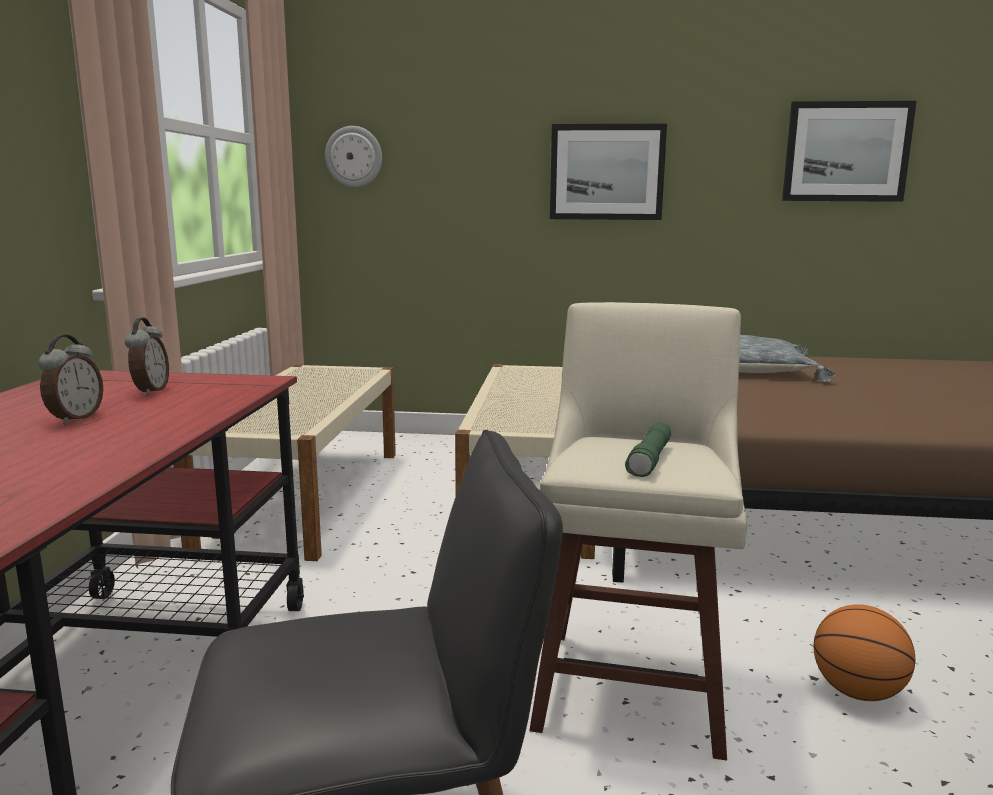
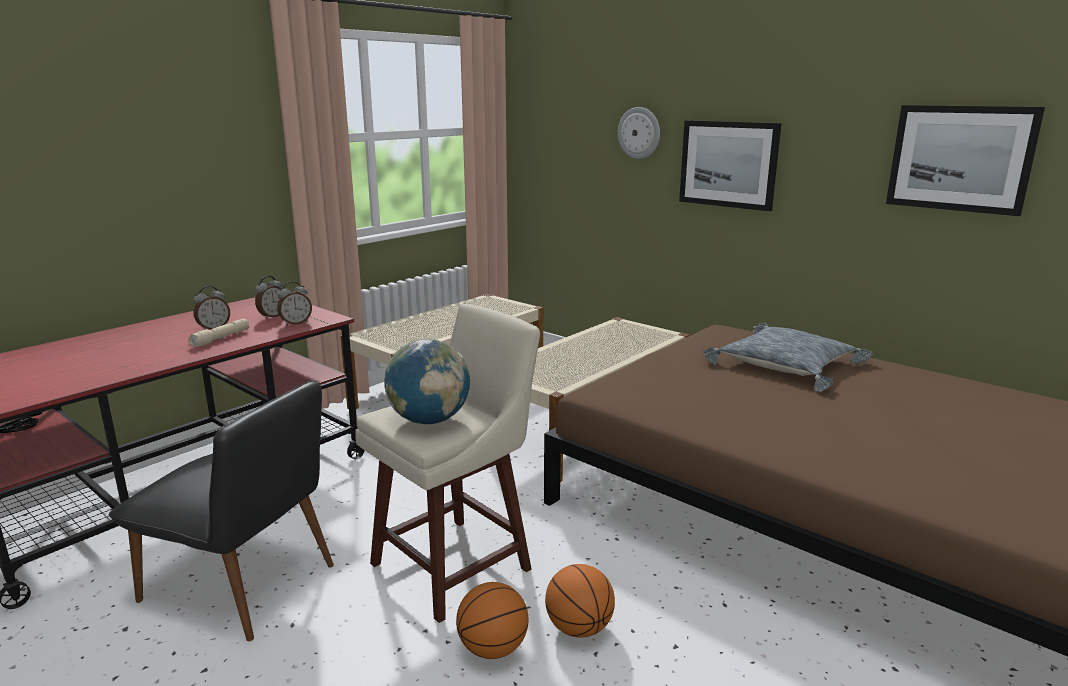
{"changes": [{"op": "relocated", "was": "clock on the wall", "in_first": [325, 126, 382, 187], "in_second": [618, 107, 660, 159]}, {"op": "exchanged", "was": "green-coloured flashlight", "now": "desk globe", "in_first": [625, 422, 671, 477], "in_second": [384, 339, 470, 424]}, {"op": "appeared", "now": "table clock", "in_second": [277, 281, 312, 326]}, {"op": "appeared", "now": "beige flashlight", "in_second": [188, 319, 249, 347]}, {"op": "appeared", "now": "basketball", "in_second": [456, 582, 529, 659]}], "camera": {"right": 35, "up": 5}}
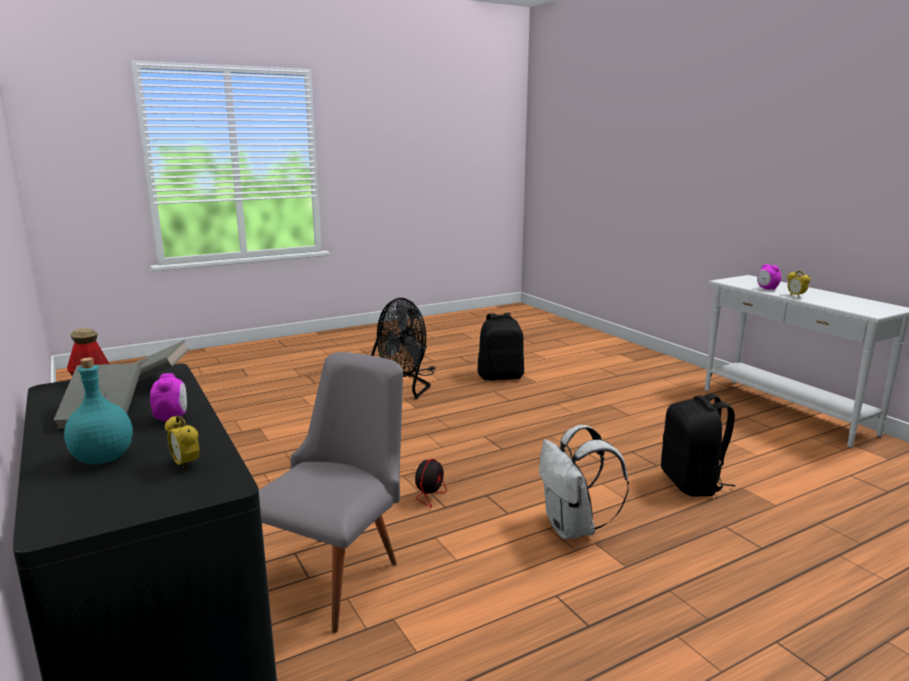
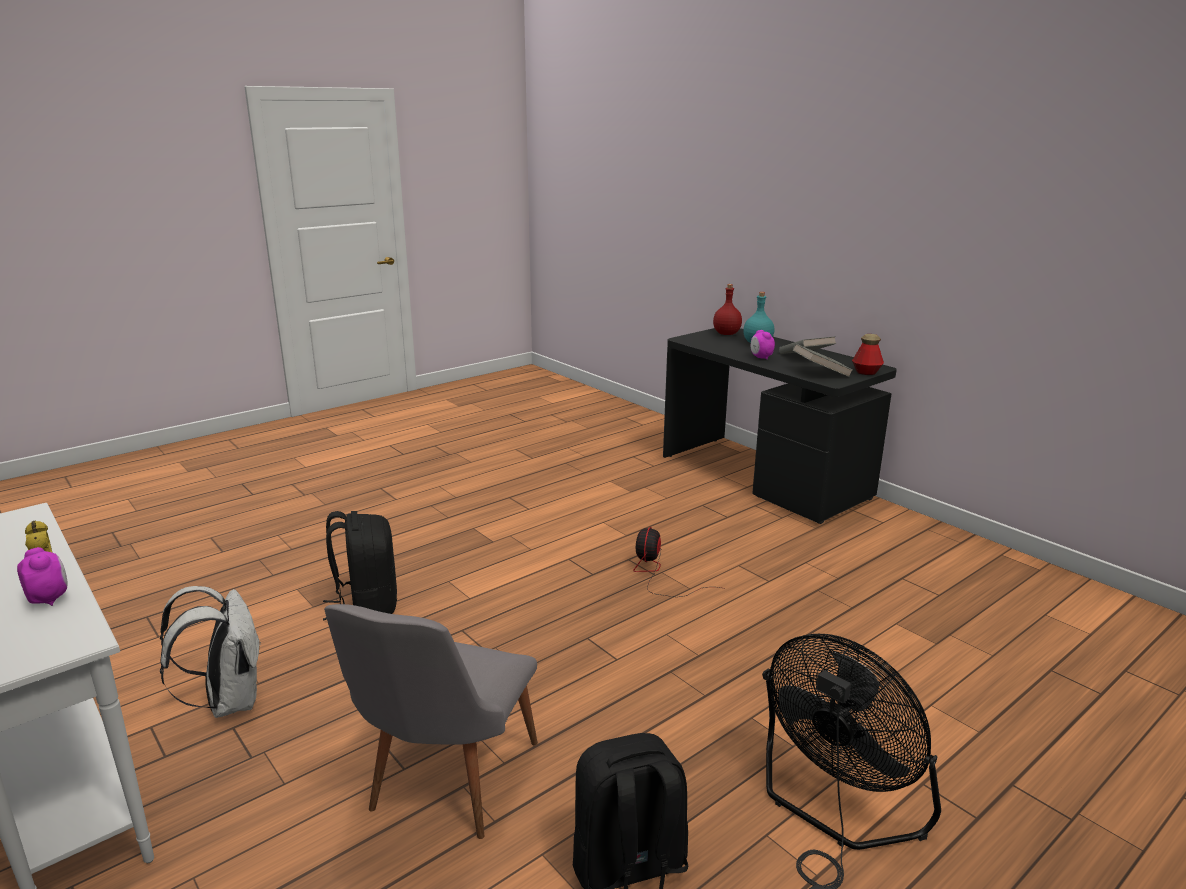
{"changes": [{"op": "relocated", "was": "gray plain chair", "in_first": [259, 352, 403, 633], "in_second": [324, 604, 538, 839]}, {"op": "missing", "was": "table clock", "in_first": [165, 415, 200, 470]}, {"op": "relocated", "was": "white-coloured rucksack", "in_first": [539, 425, 629, 539], "in_second": [160, 586, 261, 718]}, {"op": "appeared", "now": "red-coloured beverage bottle", "in_second": [713, 284, 742, 335]}], "camera": {"right": 170, "up": 5}}
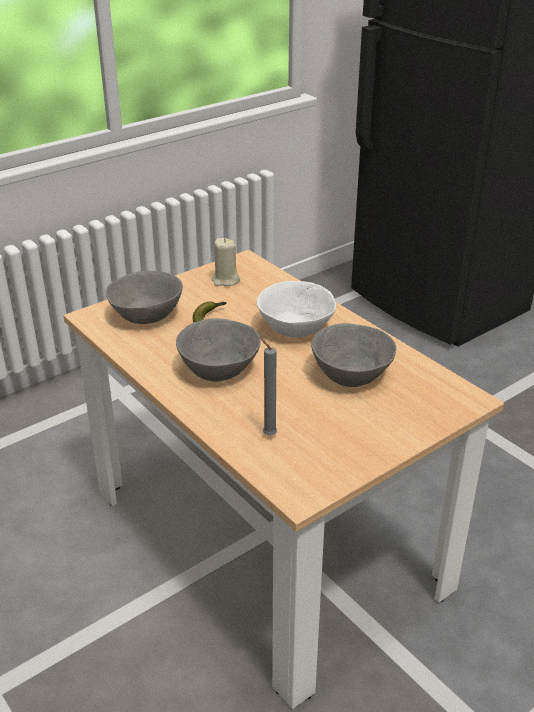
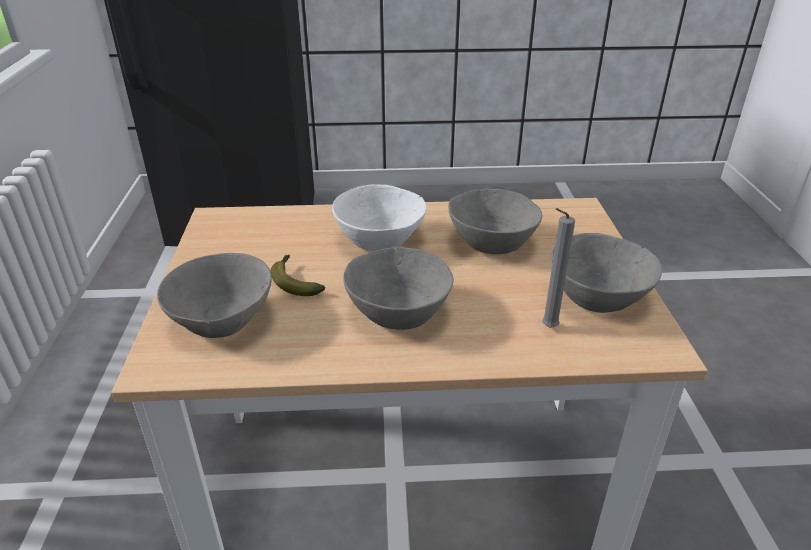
{"changes": [{"op": "missing", "was": "beige wax candle", "in_first": [212, 238, 240, 286]}, {"op": "appeared", "now": "gray bowl", "in_second": [551, 233, 663, 313]}], "camera": {"right": -55, "up": 0}}
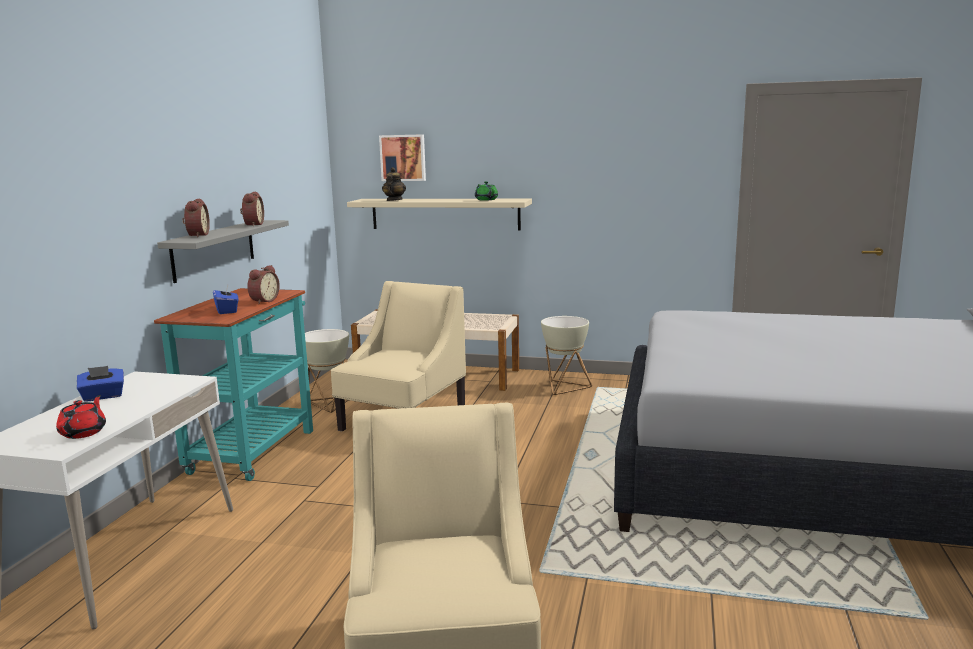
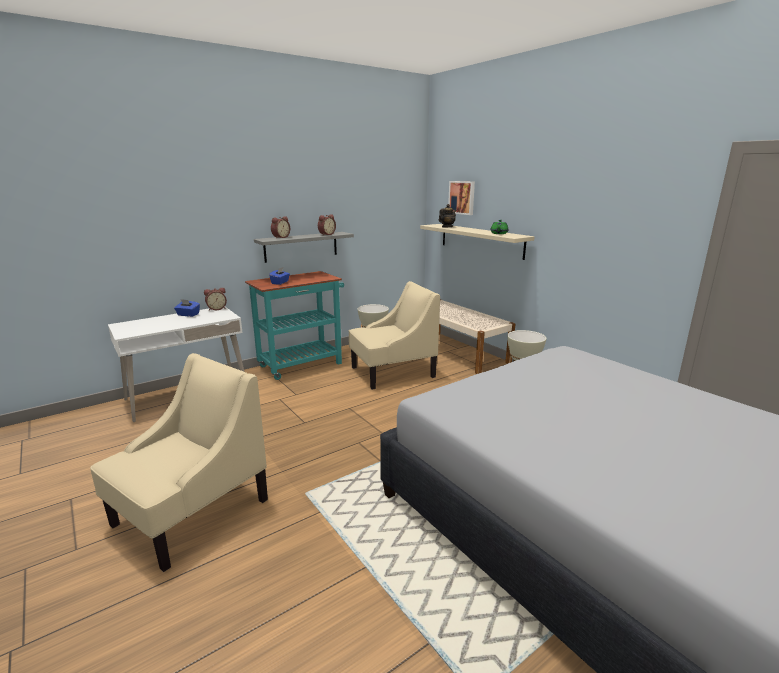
{"changes": [{"op": "relocated", "was": "table clock", "in_first": [247, 265, 280, 304], "in_second": [204, 288, 227, 310]}, {"op": "missing", "was": "red-coloured tea pot", "in_first": [56, 395, 106, 439]}], "camera": {"right": 40, "up": 5}}
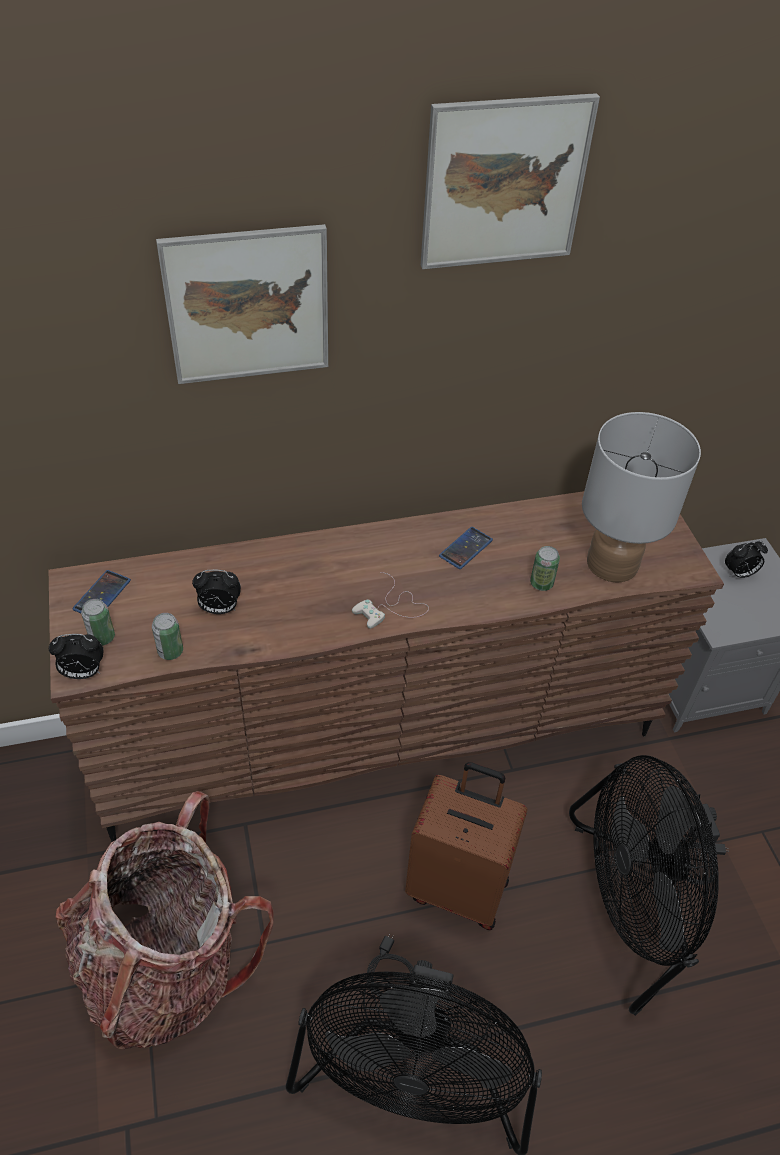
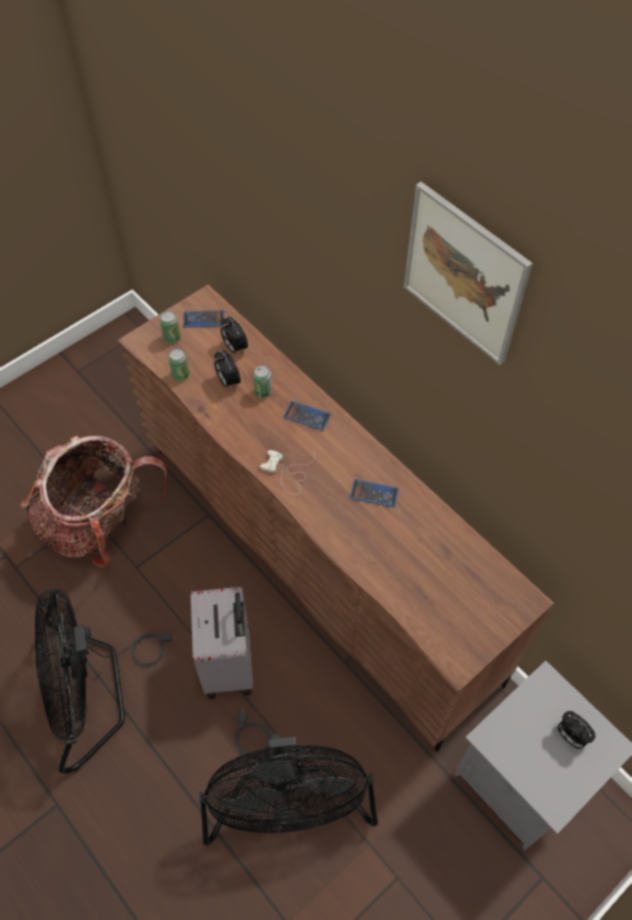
{"changes": [{"op": "missing", "was": "wall art", "in_first": [156, 224, 328, 384]}, {"op": "missing", "was": "gray tabletop lamp", "in_first": [582, 412, 701, 582]}, {"op": "relocated", "was": "metal can", "in_first": [530, 546, 560, 591], "in_second": [253, 365, 272, 398]}, {"op": "relocated", "was": "table clock", "in_first": [49, 634, 104, 679], "in_second": [221, 317, 248, 355]}, {"op": "spun", "was": "black-coloured cooling fan", "in_first": [569, 755, 729, 1016], "in_second": [199, 710, 378, 846], "clockwise": -150}, {"op": "colour", "was": "brown-coloured travel case", "now": "gray travel case", "in_first": [405, 762, 528, 930], "in_second": [191, 587, 253, 699]}, {"op": "appeared", "now": "telephone", "in_second": [283, 401, 331, 431]}], "camera": {"right": 65, "up": 10}}
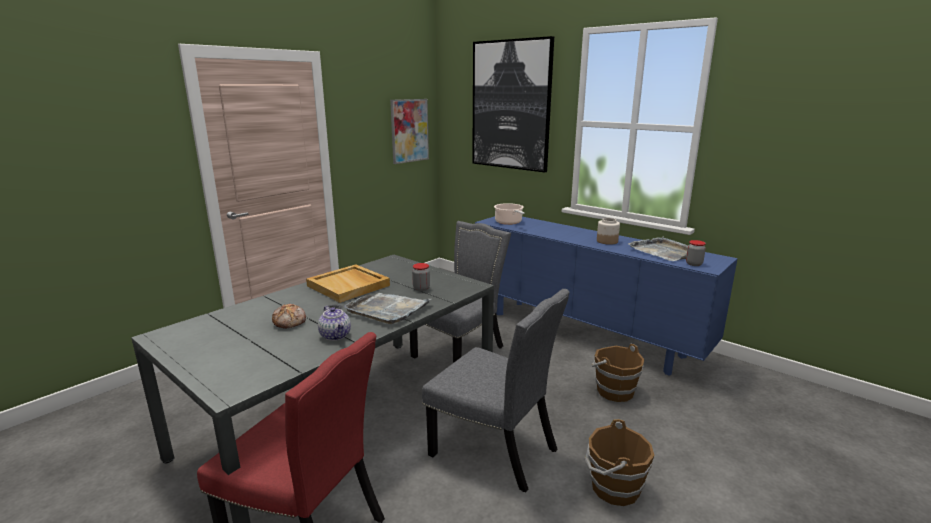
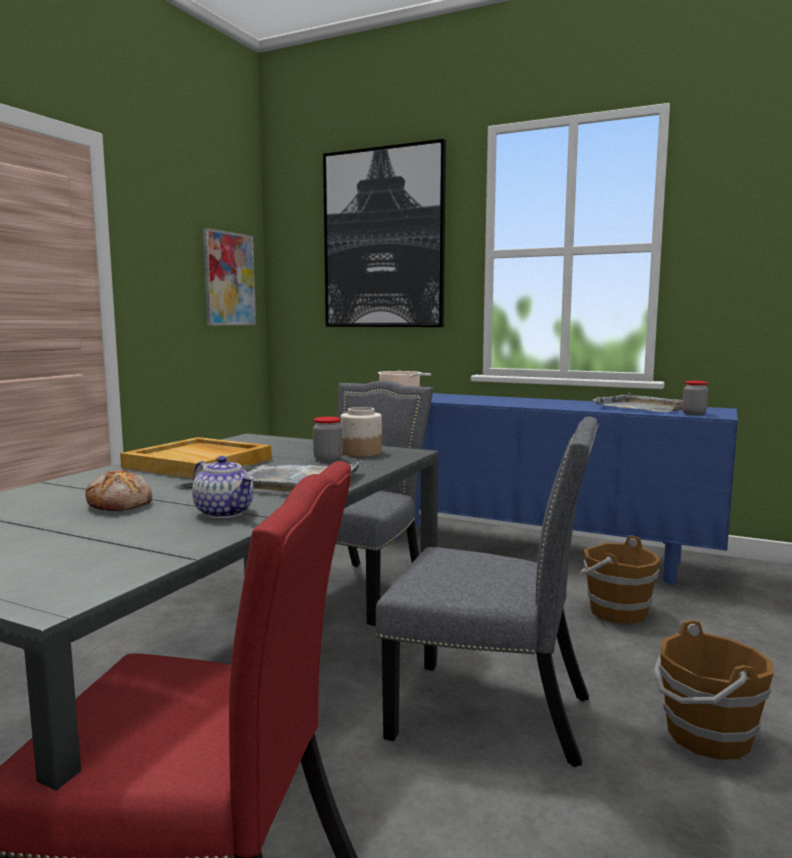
{"changes": [{"op": "relocated", "was": "preserve jar", "in_first": [597, 218, 620, 245], "in_second": [341, 407, 382, 457]}], "camera": {"right": -15, "up": -10}}
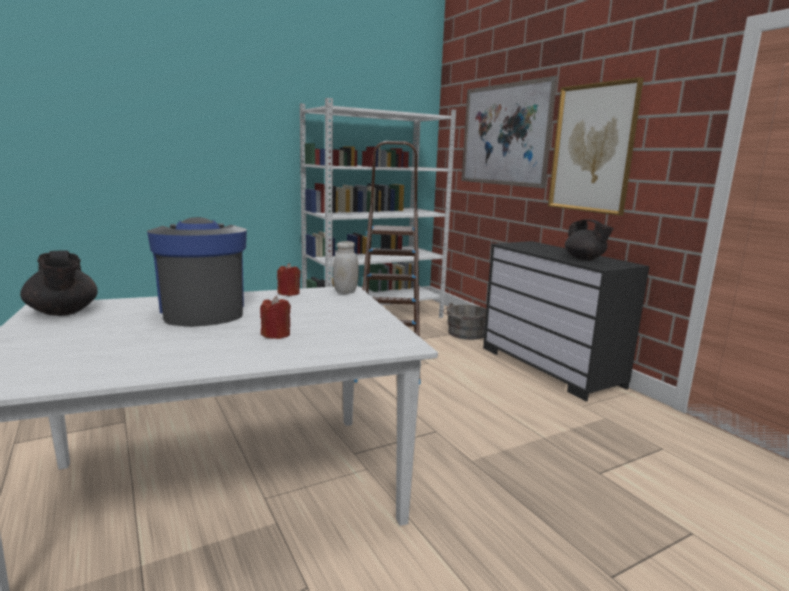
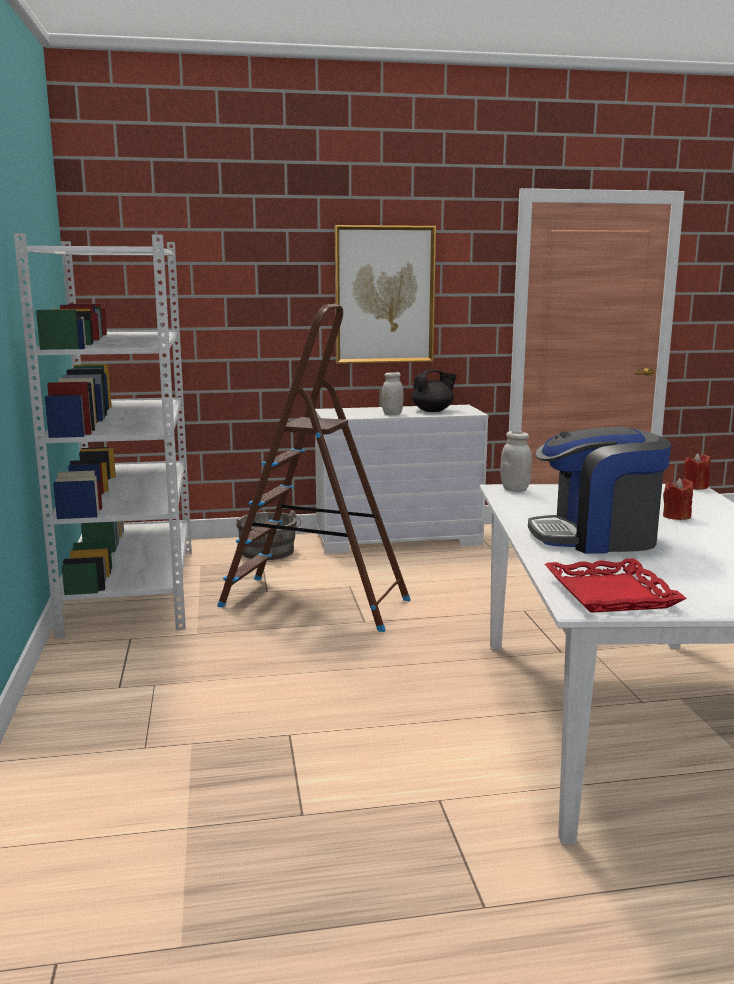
{"changes": [{"op": "missing", "was": "wall art", "in_first": [462, 76, 557, 188]}, {"op": "colour", "was": "black-coloured chest of drawers", "now": "white-coloured chest of drawers", "in_first": [483, 241, 649, 401], "in_second": [315, 405, 489, 554]}, {"op": "exchanged", "was": "black-coloured tea pot", "now": "red-coloured serving tray", "in_first": [20, 251, 98, 316], "in_second": [545, 558, 687, 613]}, {"op": "relocated", "was": "red-coloured wax candle", "in_first": [277, 263, 301, 296], "in_second": [683, 453, 710, 490]}, {"op": "appeared", "now": "white-coloured preserve jar", "in_second": [381, 372, 404, 415]}], "camera": {"right": -70, "up": 0}}
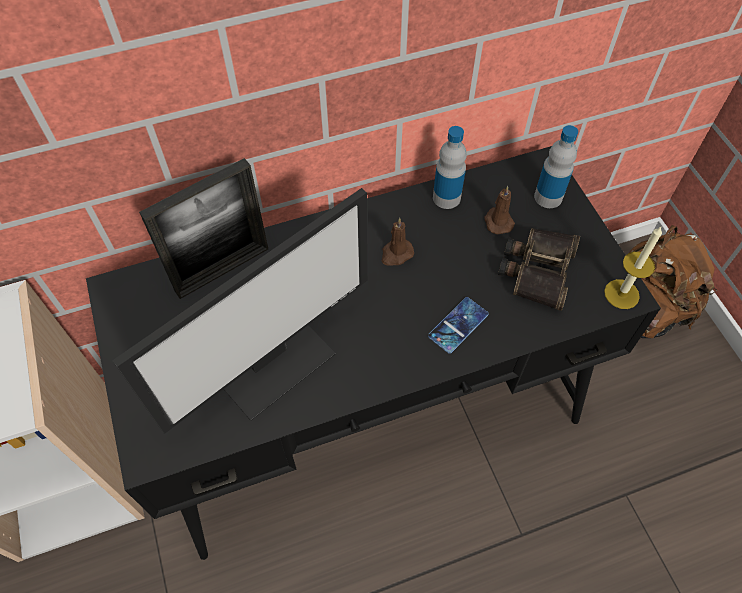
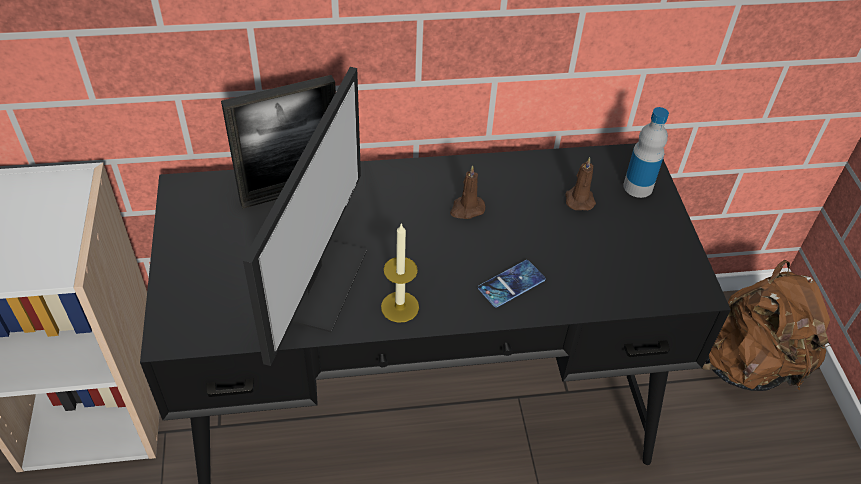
{"changes": [{"op": "missing", "was": "beverage bottle", "in_first": [433, 126, 467, 209]}, {"op": "spun", "was": "computer screen", "in_first": [112, 188, 368, 434], "in_second": [243, 67, 367, 366], "clockwise": -45}, {"op": "relocated", "was": "wax candle", "in_first": [604, 227, 662, 309], "in_second": [381, 223, 419, 323]}, {"op": "missing", "was": "field glasses", "in_first": [498, 228, 580, 311]}], "camera": {"right": 10, "up": -10}}
